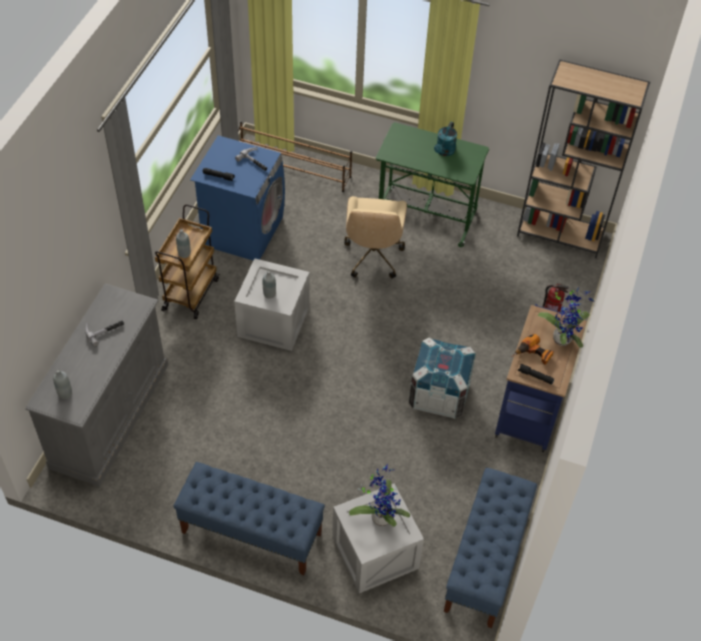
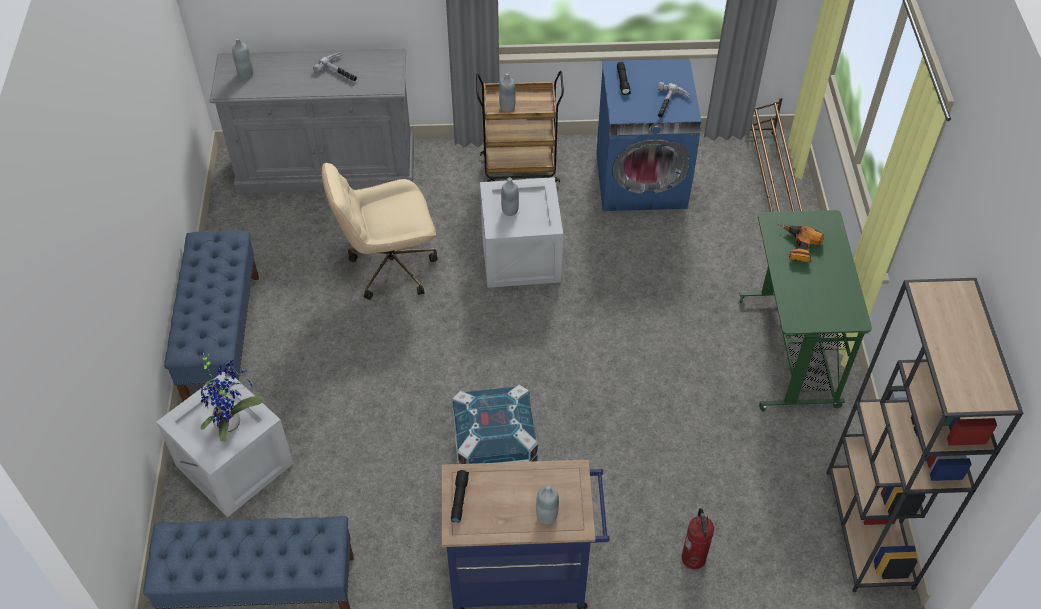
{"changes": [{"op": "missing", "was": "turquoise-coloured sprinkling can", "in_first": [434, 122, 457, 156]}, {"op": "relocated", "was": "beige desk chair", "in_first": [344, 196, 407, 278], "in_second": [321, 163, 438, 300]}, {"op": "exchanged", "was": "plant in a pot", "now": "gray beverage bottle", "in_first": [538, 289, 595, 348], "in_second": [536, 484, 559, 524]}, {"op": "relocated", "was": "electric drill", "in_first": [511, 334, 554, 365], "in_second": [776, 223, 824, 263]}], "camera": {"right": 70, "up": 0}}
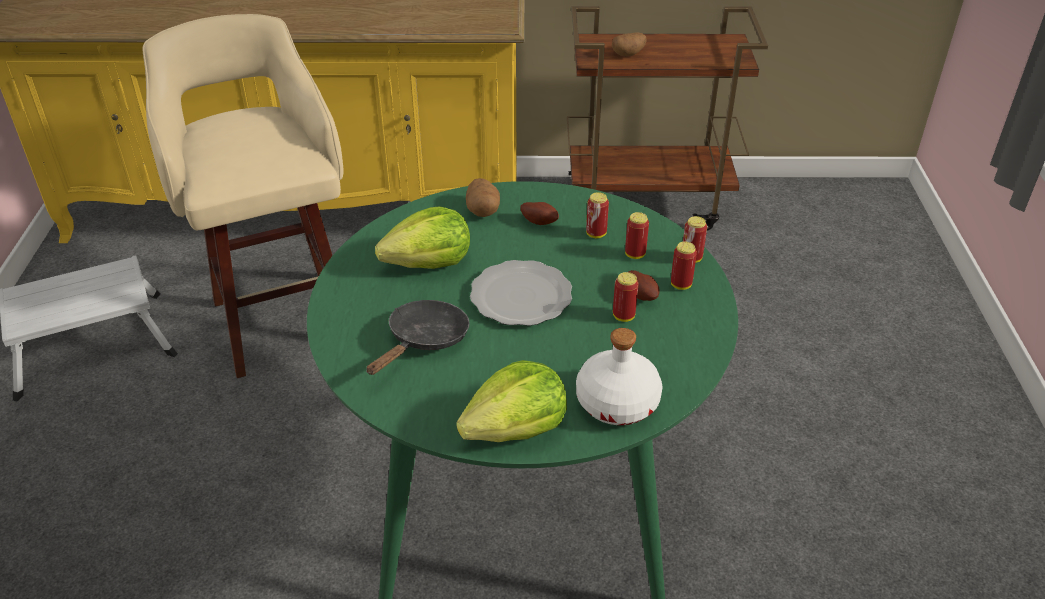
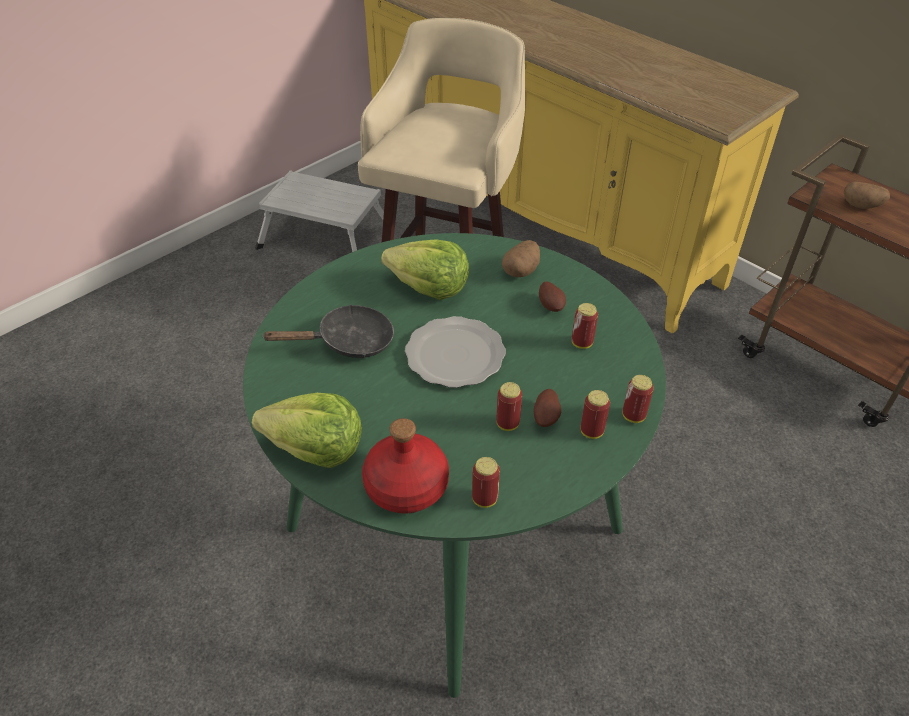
{"changes": [{"op": "relocated", "was": "metal can", "in_first": [625, 212, 649, 259], "in_second": [472, 457, 500, 508]}, {"op": "colour", "was": "white-coloured beverage bottle", "now": "red-coloured beverage bottle", "in_first": [576, 328, 663, 425], "in_second": [362, 418, 449, 513]}], "camera": {"right": 45, "up": 5}}
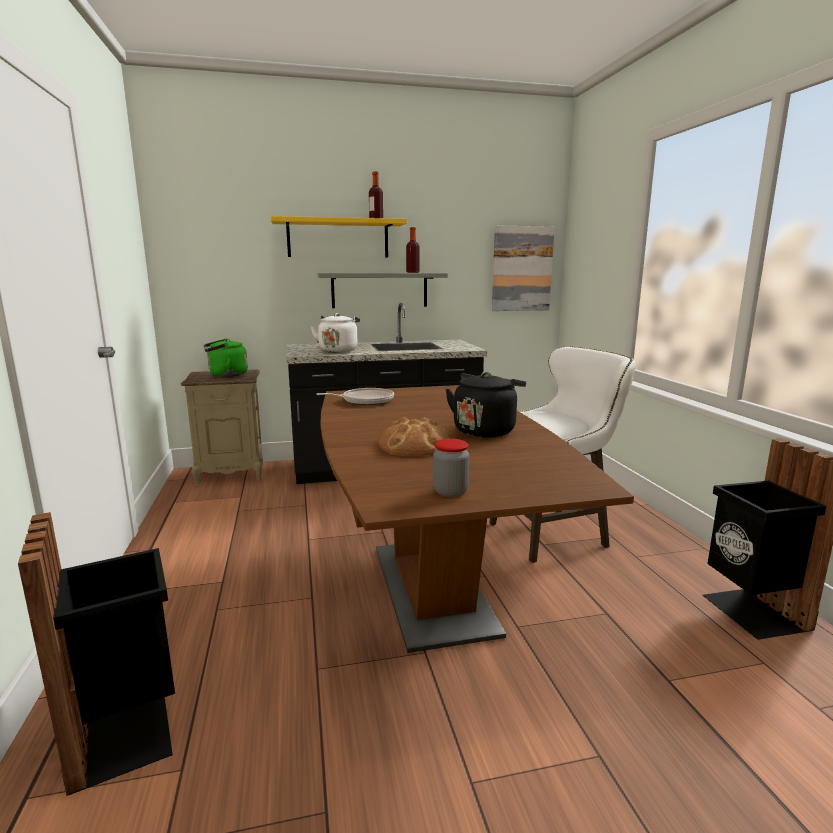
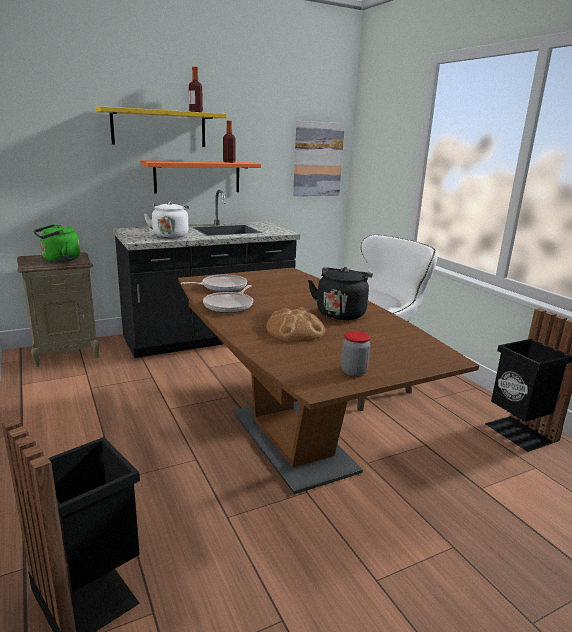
{"changes": [{"op": "colour", "was": "gray wall shelf", "now": "orange-coloured wall shelf", "in_first": [318, 273, 448, 308], "in_second": [140, 160, 261, 194]}, {"op": "appeared", "now": "skillet", "in_second": [203, 285, 253, 313]}], "camera": {"right": -15, "up": 5}}
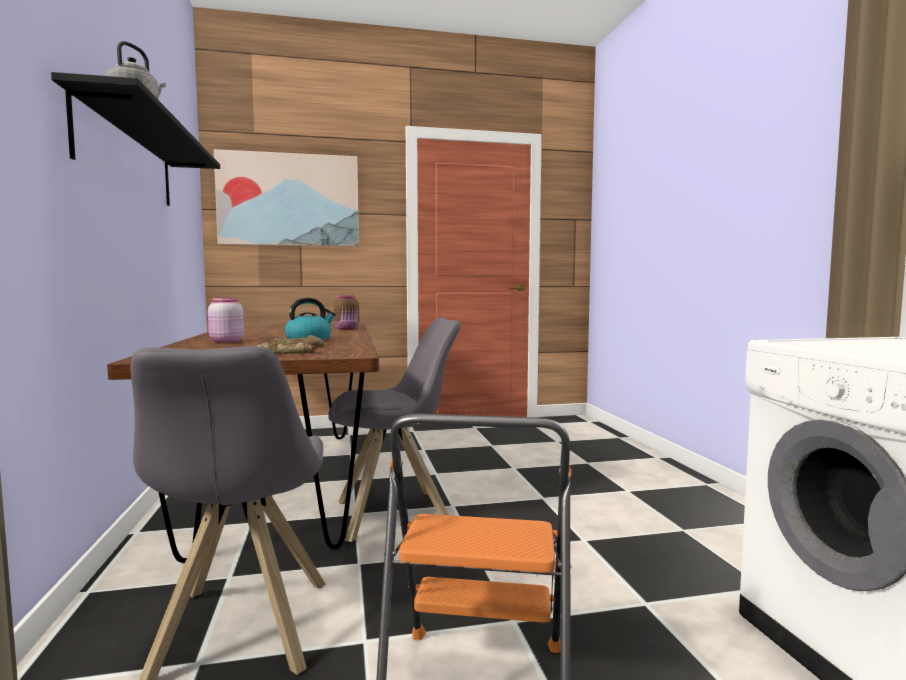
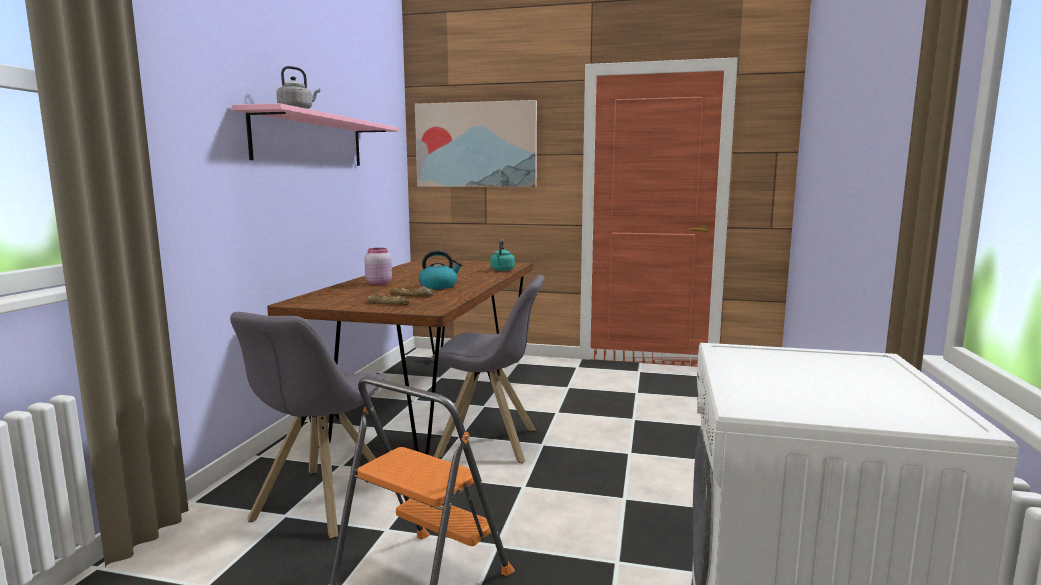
{"changes": [{"op": "colour", "was": "black-coloured wall shelf", "now": "pink wall shelf", "in_first": [51, 72, 220, 206], "in_second": [232, 103, 399, 166]}, {"op": "exchanged", "was": "brown-coloured preserve jar", "now": "turquoise-coloured kettle", "in_first": [334, 295, 359, 330], "in_second": [490, 240, 515, 271]}], "camera": {"right": 25, "up": 5}}
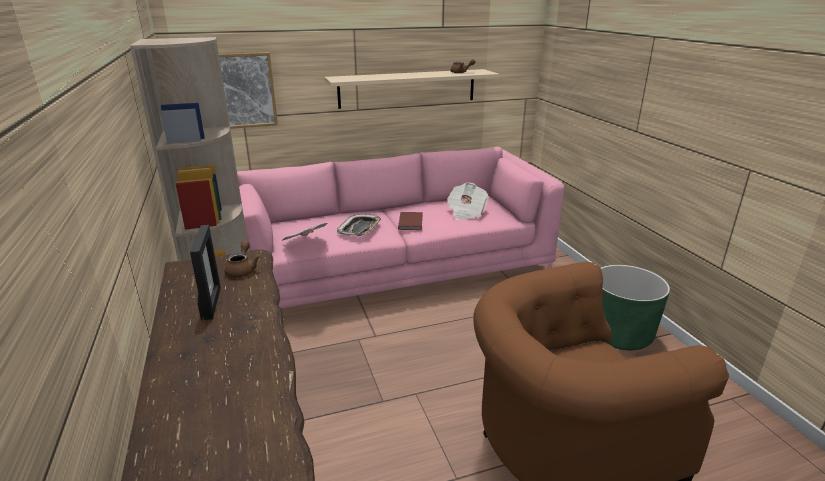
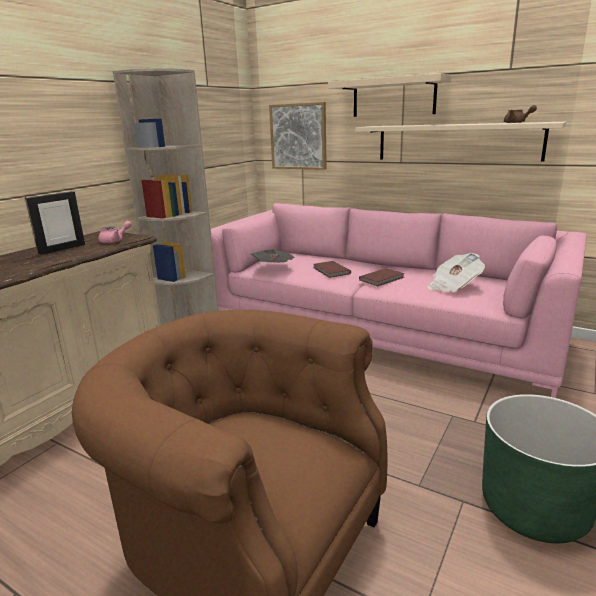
{"changes": [{"op": "exchanged", "was": "serving tray", "now": "brown-coloured volume", "in_first": [337, 214, 381, 236], "in_second": [314, 261, 351, 278]}, {"op": "colour", "was": "brown-coloured tea pot", "now": "pink tea pot", "in_first": [224, 241, 260, 278], "in_second": [98, 221, 132, 243]}, {"op": "appeared", "now": "beige wall shelf", "in_second": [328, 73, 451, 117]}], "camera": {"right": 50, "up": -5}}
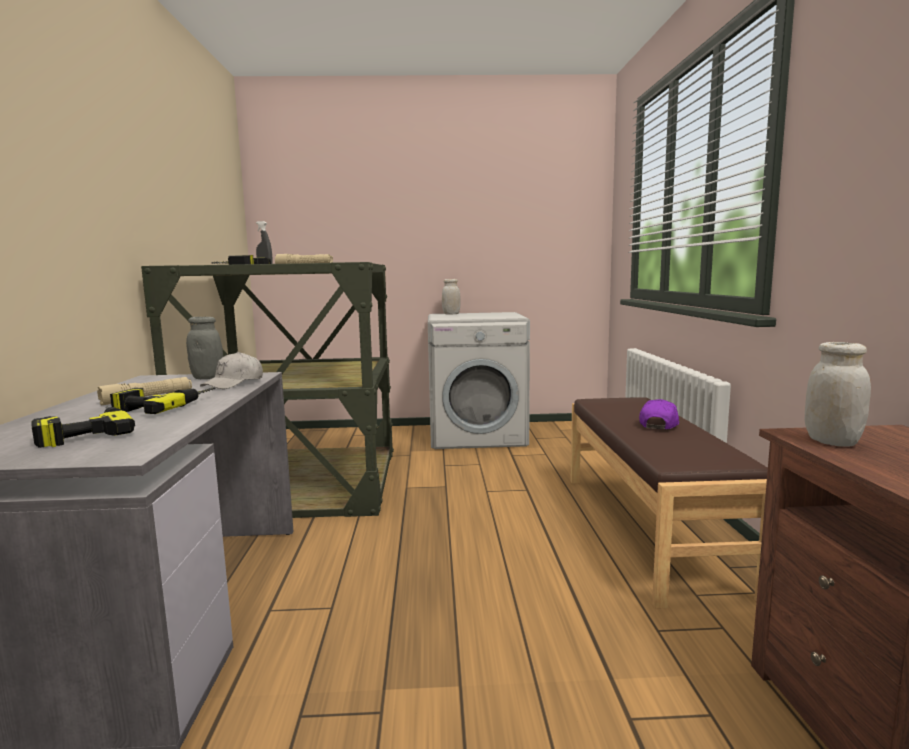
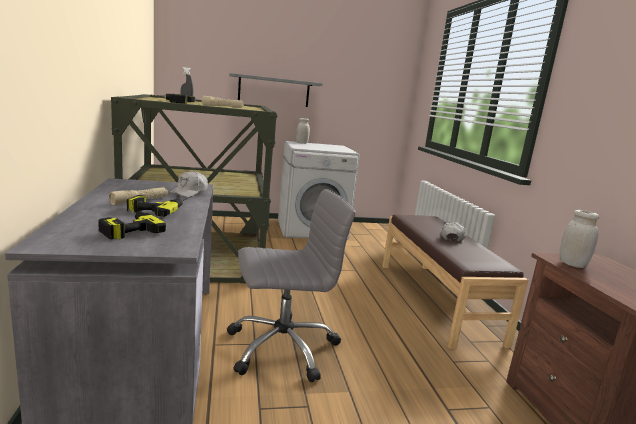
{"changes": [{"op": "missing", "was": "gray preserve jar", "in_first": [186, 317, 223, 379]}, {"op": "colour", "was": "purple-coloured peaked cap", "now": "white-coloured peaked cap", "in_first": [639, 399, 680, 429], "in_second": [441, 222, 465, 241]}, {"op": "appeared", "now": "gray wall shelf", "in_second": [229, 73, 323, 107]}, {"op": "appeared", "now": "gray desk chair", "in_second": [227, 189, 356, 382]}], "camera": {"right": -10, "up": 5}}
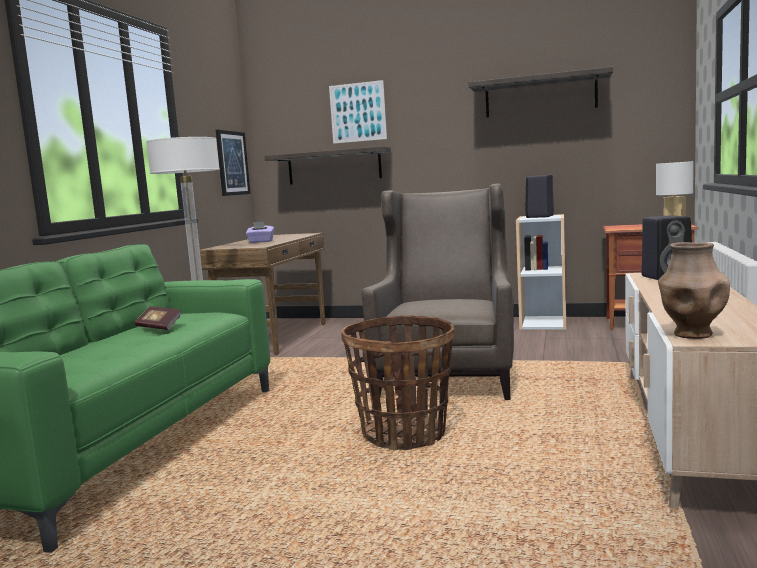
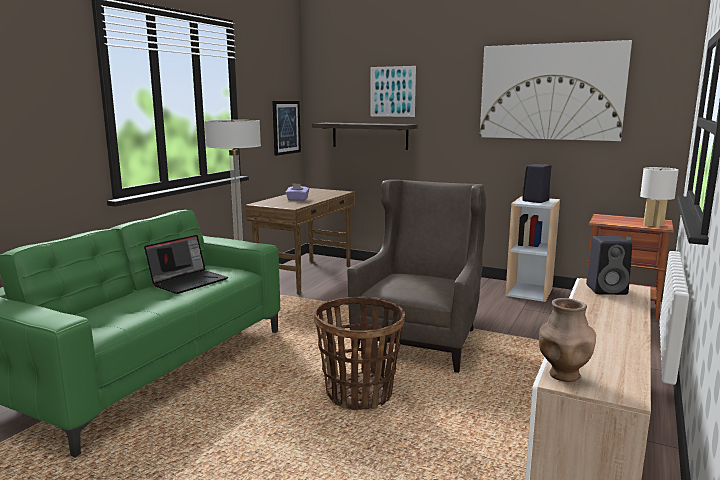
{"changes": [{"op": "exchanged", "was": "wall shelf", "now": "wall art", "in_first": [469, 67, 613, 118], "in_second": [480, 40, 632, 141]}, {"op": "exchanged", "was": "volume", "now": "notebook computer", "in_first": [134, 307, 182, 330], "in_second": [144, 235, 228, 294]}], "camera": {"right": 10, "up": 5}}
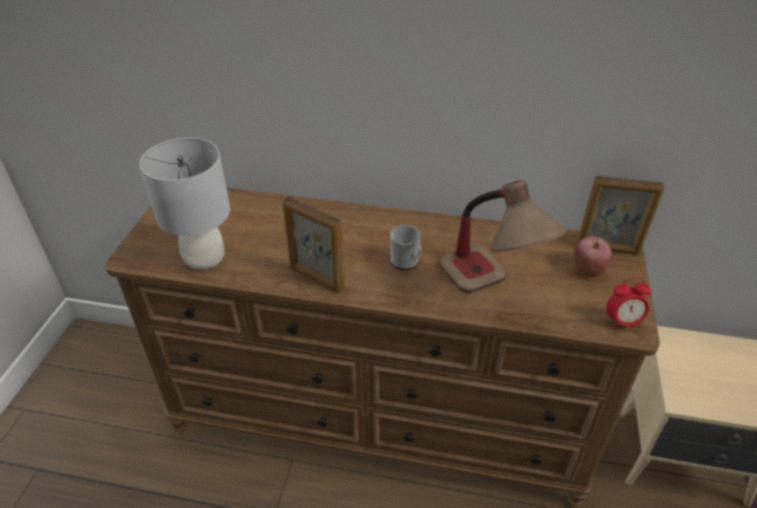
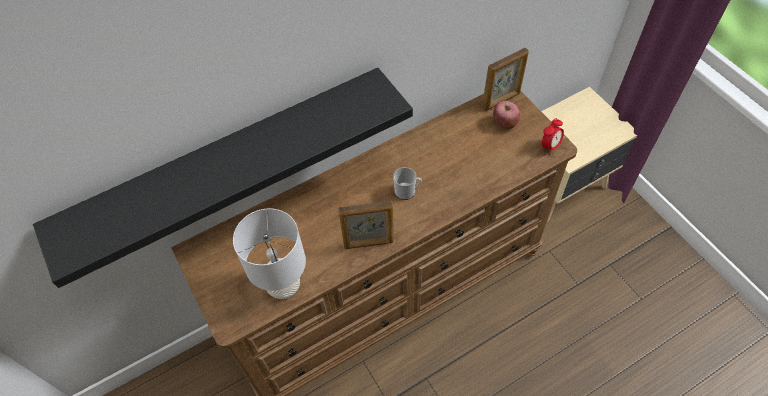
{"changes": [{"op": "missing", "was": "tabletop lamp", "in_first": [439, 180, 567, 293]}, {"op": "appeared", "now": "black-coloured wall shelf", "in_second": [33, 67, 413, 288]}], "camera": {"right": -40, "up": 15}}
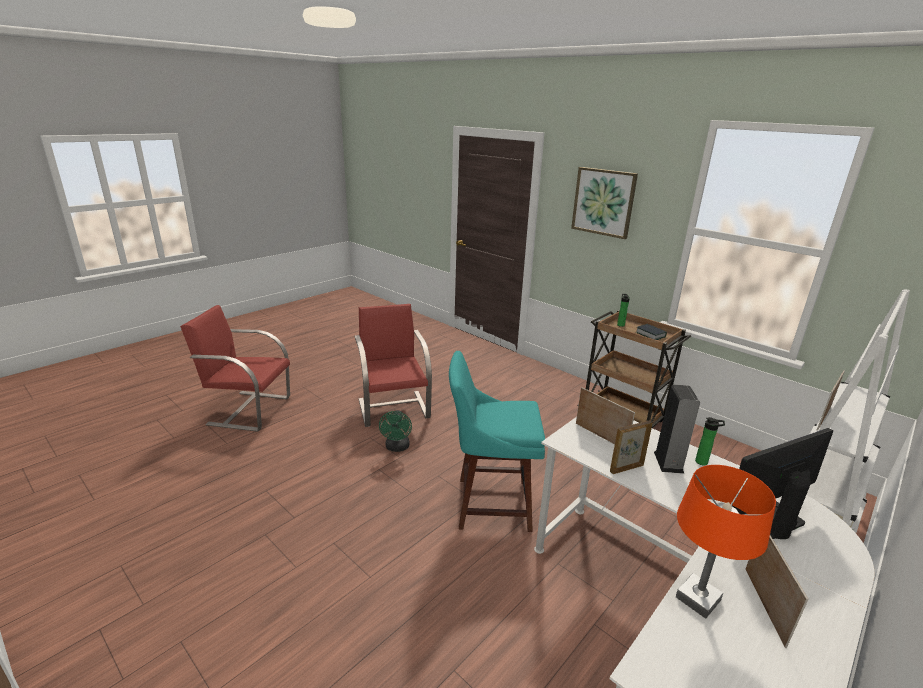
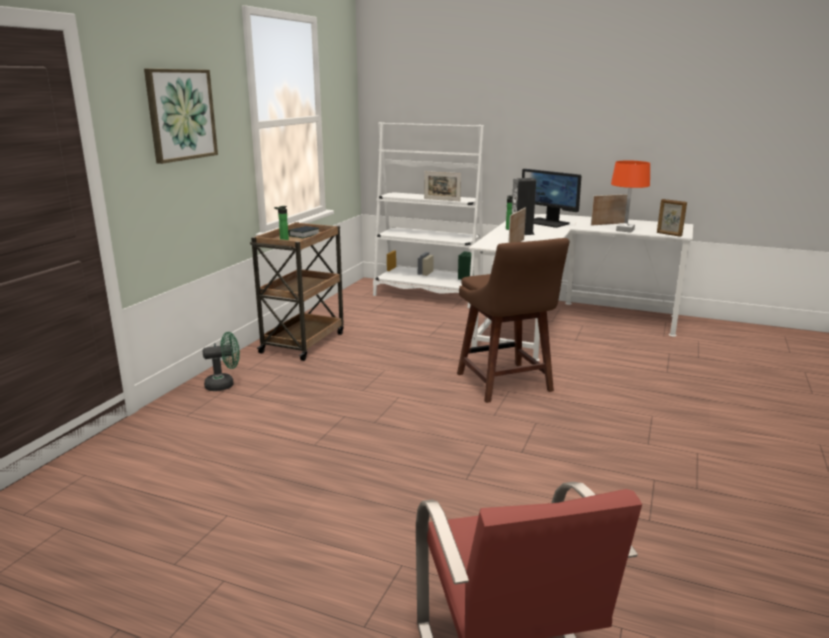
{"changes": [{"op": "missing", "was": "red-coloured plain chair", "in_first": [354, 304, 432, 427]}, {"op": "colour", "was": "turquoise-coloured stool", "now": "brown-coloured stool", "in_first": [449, 351, 545, 532], "in_second": [457, 238, 569, 403]}, {"op": "relocated", "was": "green-coloured cooling fan", "in_first": [379, 410, 412, 452], "in_second": [202, 332, 240, 391]}, {"op": "relocated", "was": "standing frame", "in_first": [610, 421, 652, 474], "in_second": [657, 199, 687, 237]}], "camera": {"right": -110, "up": -5}}
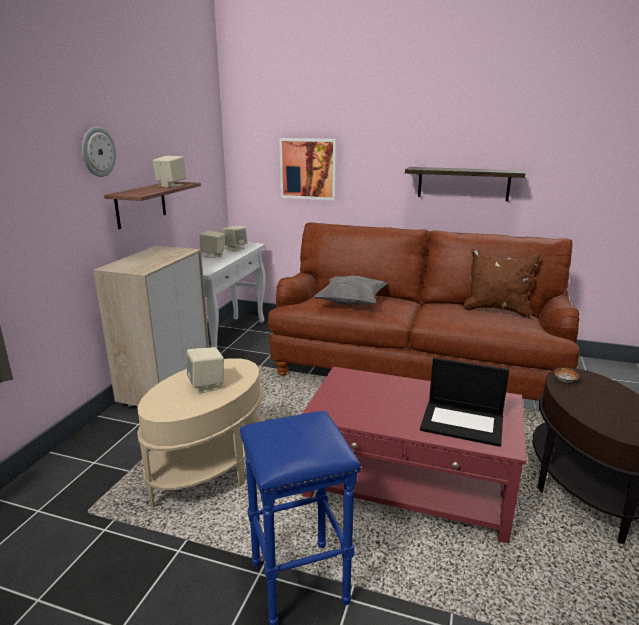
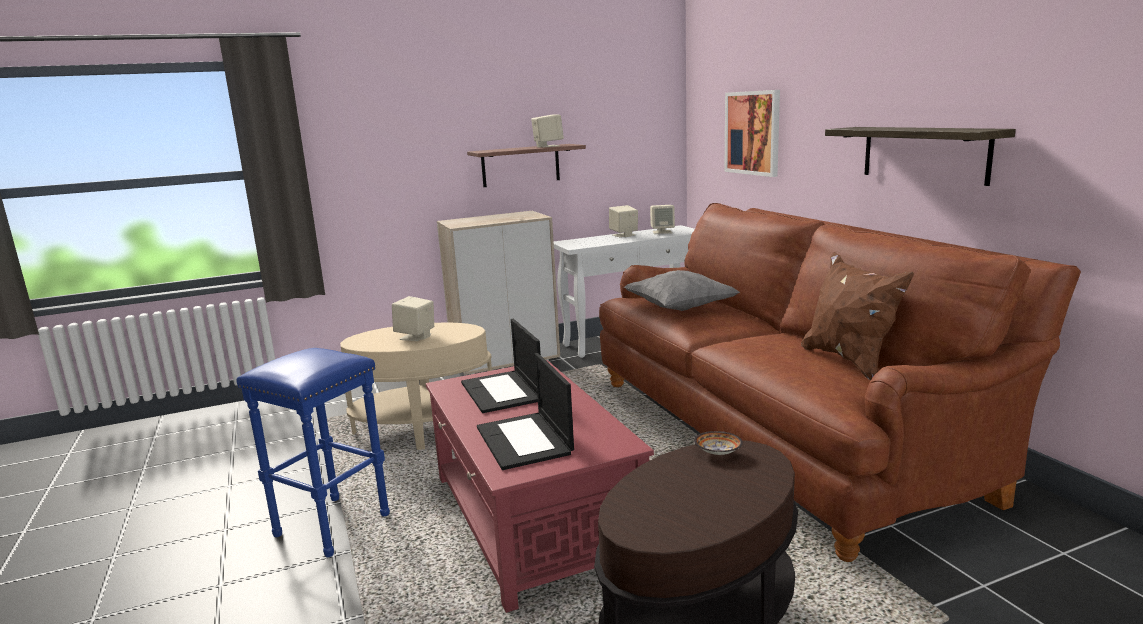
{"changes": [{"op": "missing", "was": "clock on the wall", "in_first": [82, 127, 116, 177]}, {"op": "appeared", "now": "notebook computer", "in_second": [461, 319, 541, 413]}], "camera": {"right": 50, "up": -5}}
